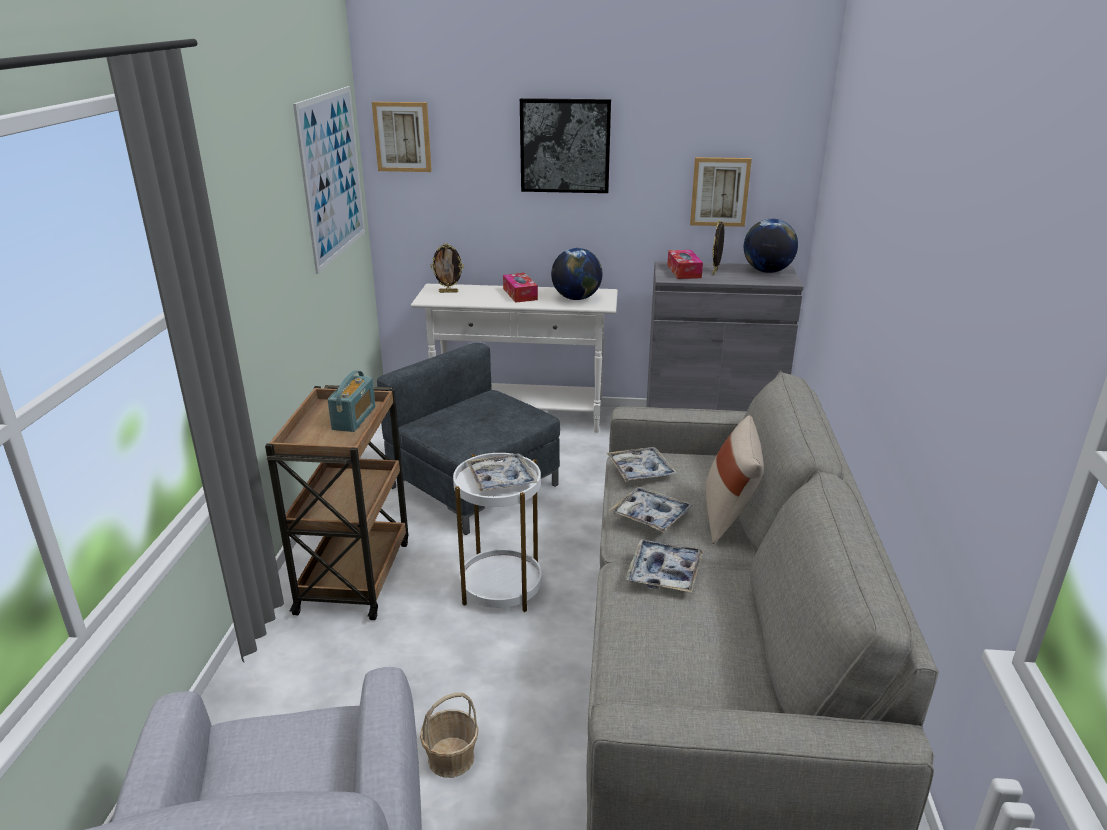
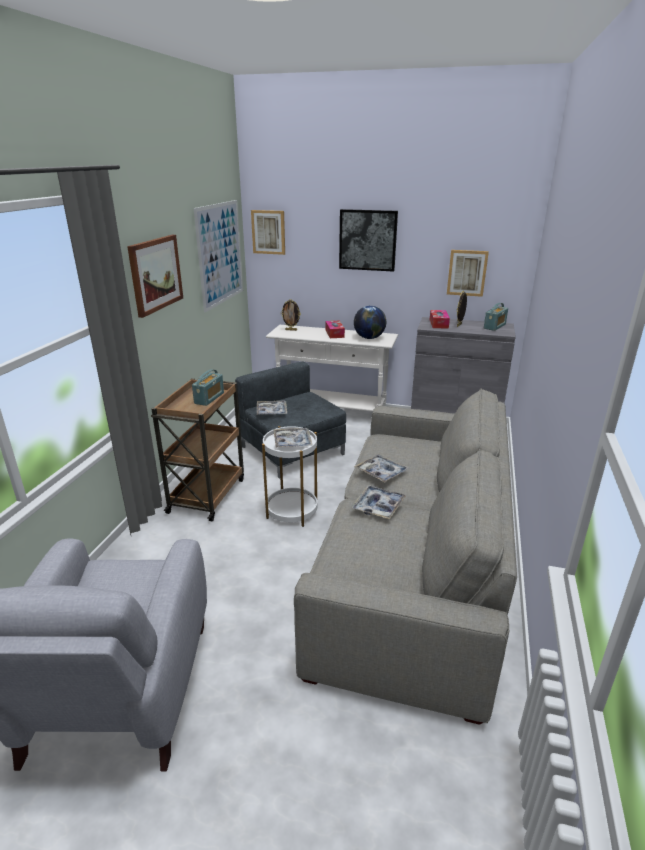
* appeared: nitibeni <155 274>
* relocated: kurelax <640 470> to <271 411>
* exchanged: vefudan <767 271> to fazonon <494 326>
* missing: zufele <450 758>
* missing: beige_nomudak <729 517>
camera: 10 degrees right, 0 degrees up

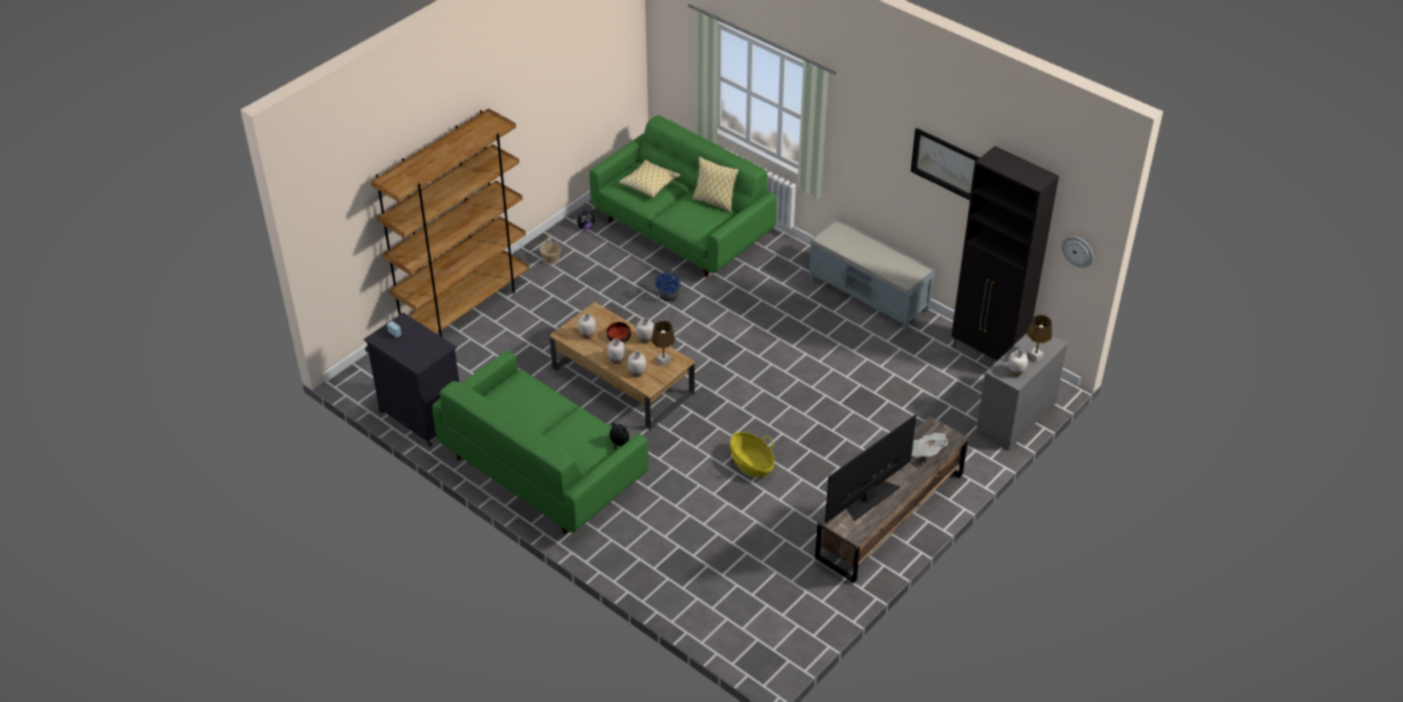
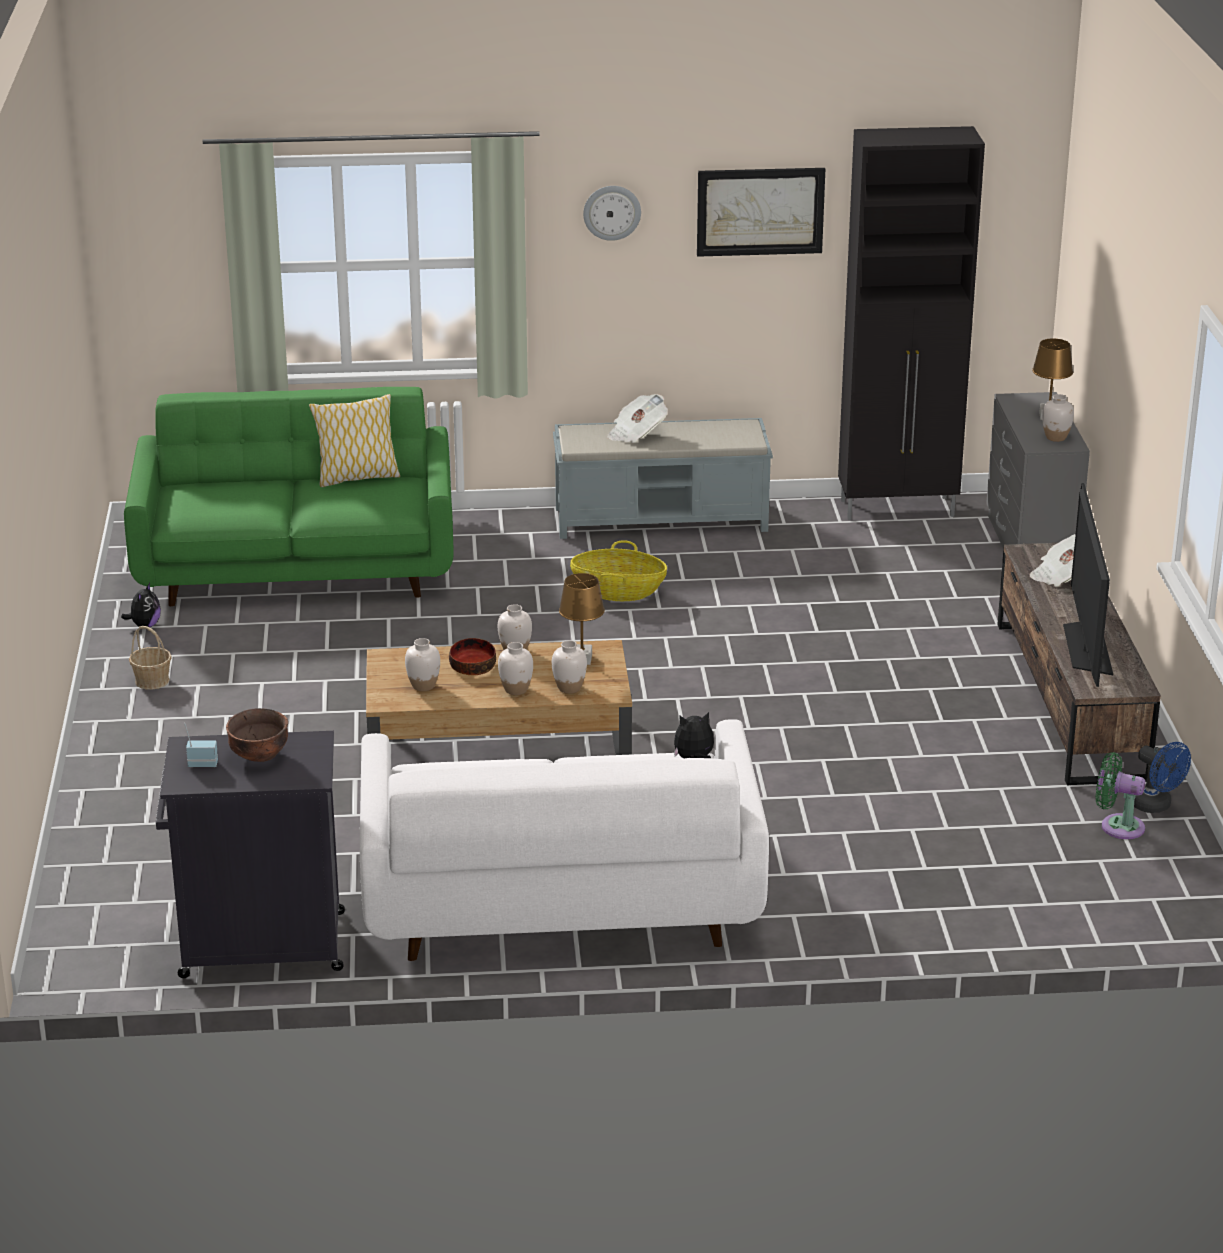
* appeared: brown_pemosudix <260 756>
* colour: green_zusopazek <543 468> to white_zusopazek <559 898>
* relocated: zufele <751 464> to <618 591>
* relocated: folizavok <1078 251> to <612 212>
* appeared: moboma <636 434>
* appeared: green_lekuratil <1117 826>
* relocated: blue_lekuratil <668 297> to <1155 806>
* missing: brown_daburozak <464 308>
* missing: nomudak <649 184>
camera: 45 degrees left, 15 degrees down

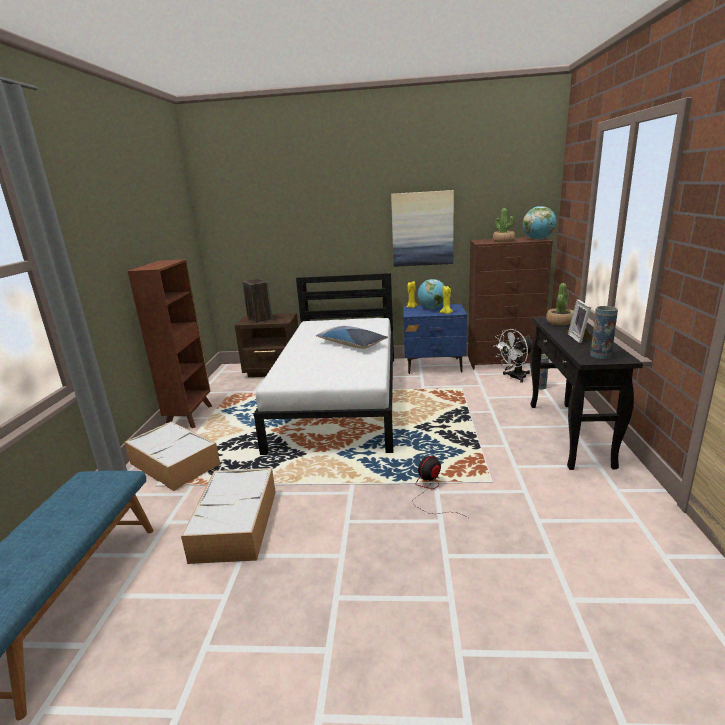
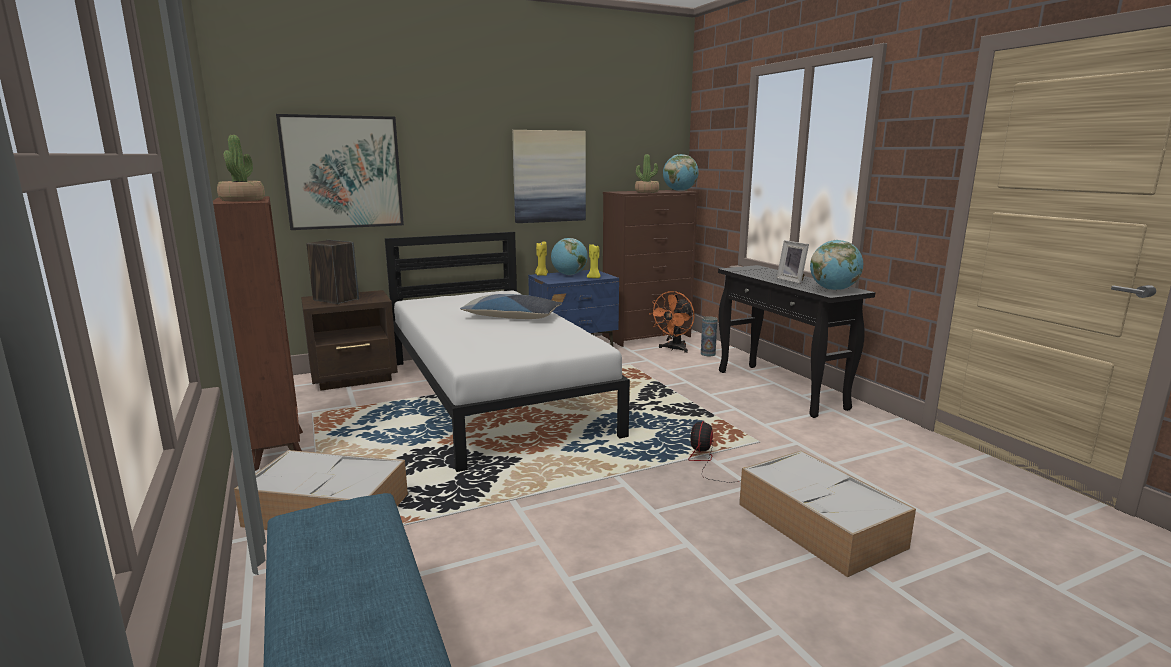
* relocated: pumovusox <560 322> to <242 200>
* appeared: nitibeni <342 172>
* colour: white_lekuratil <514 377> to orange_lekuratil <674 349>
* relocated: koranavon <236 525> to <821 526>
* exchanged: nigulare <600 355> to vefudan <833 290>
camera: 30 degrees left, 5 degrees down

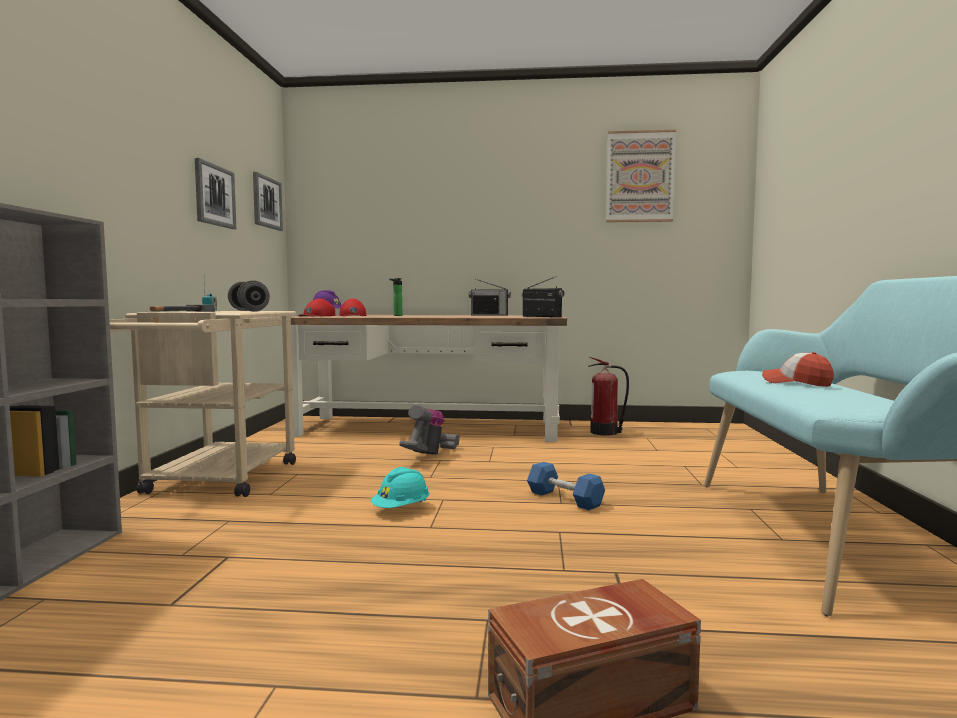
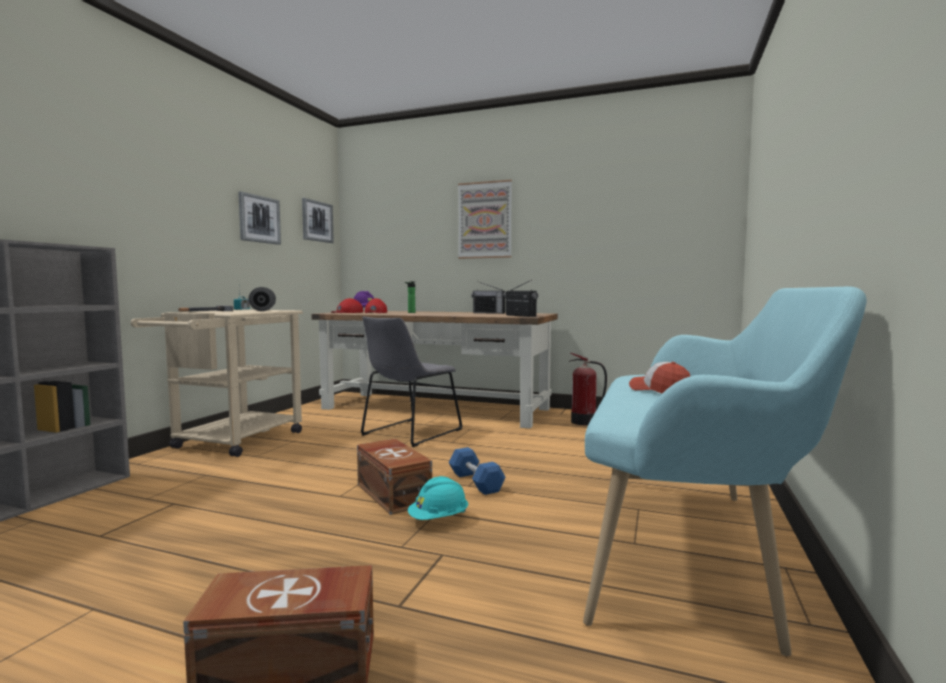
* appeared: brown_koranavon <394 493>
* exchanged: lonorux <430 455> to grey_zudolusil <409 433>
* relocated: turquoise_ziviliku <401 509> to <439 519>
* relocated: nitibeni <640 177> to <485 220>
camera: 15 degrees right, 0 degrees up

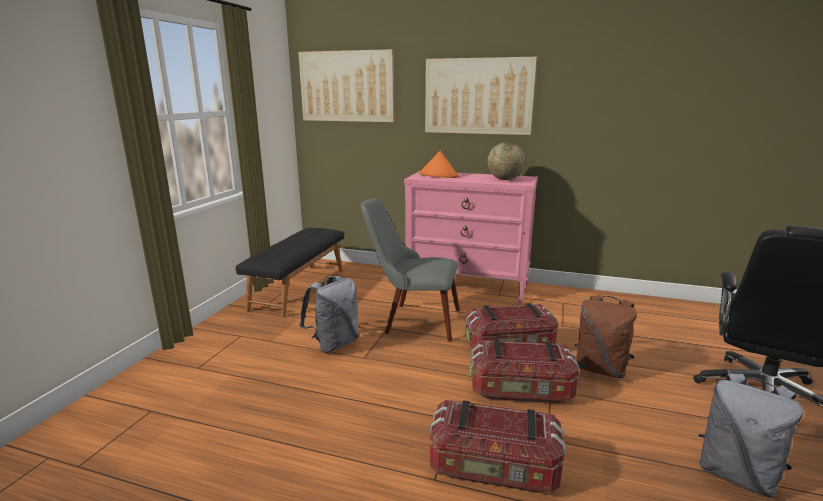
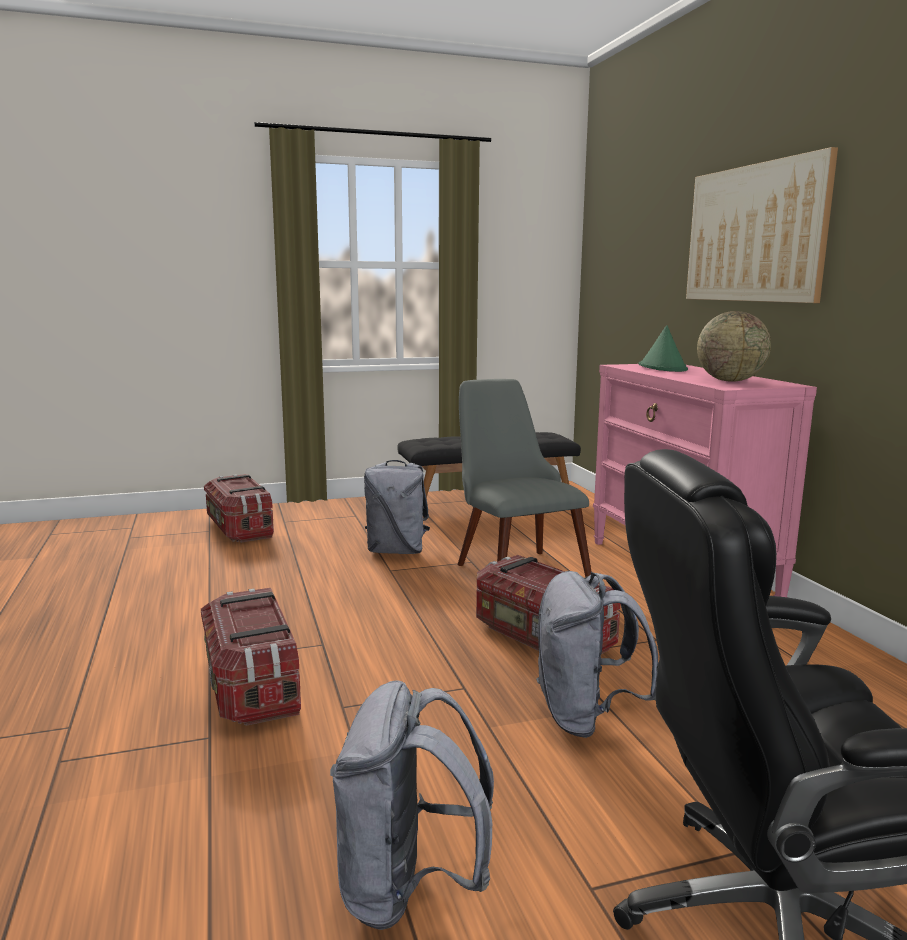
* relocated: koranavon <521 391> to <239 528>
* colour: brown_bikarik <601 369> to grey_bikarik <586 717>
* colour: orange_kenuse <439 175> to green_kenuse <663 367>
* missing: nitibeni <346 86>
camera: 55 degrees right, 5 degrees down

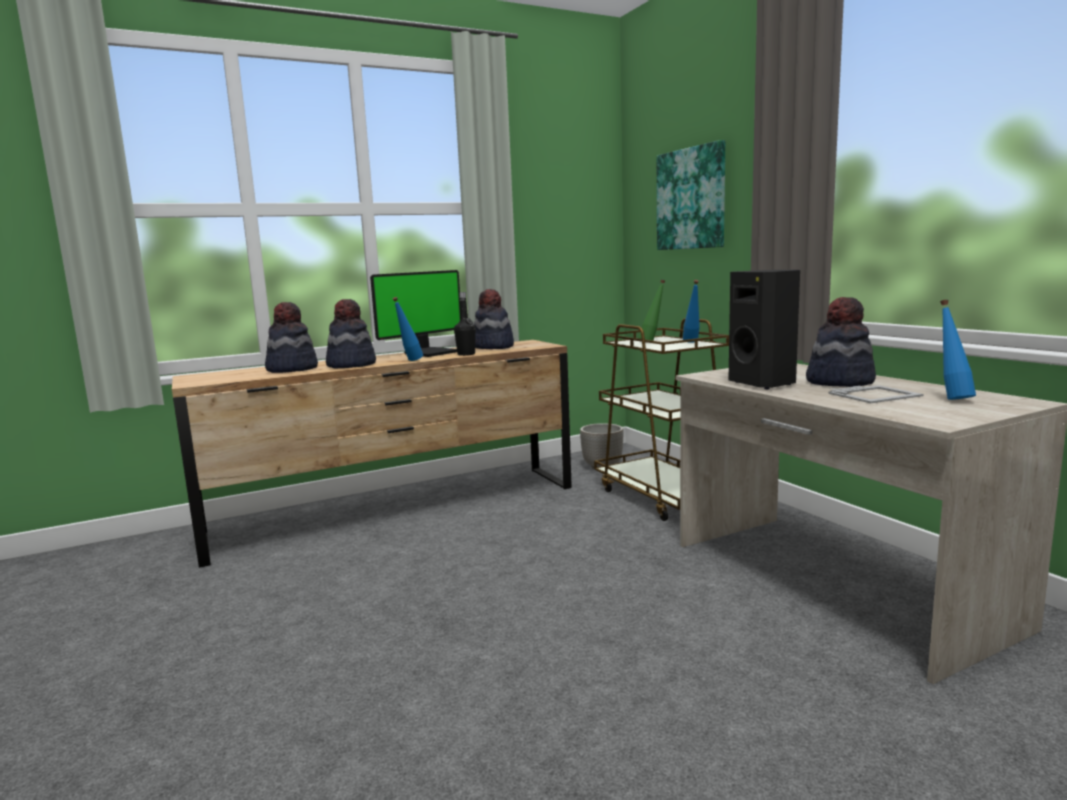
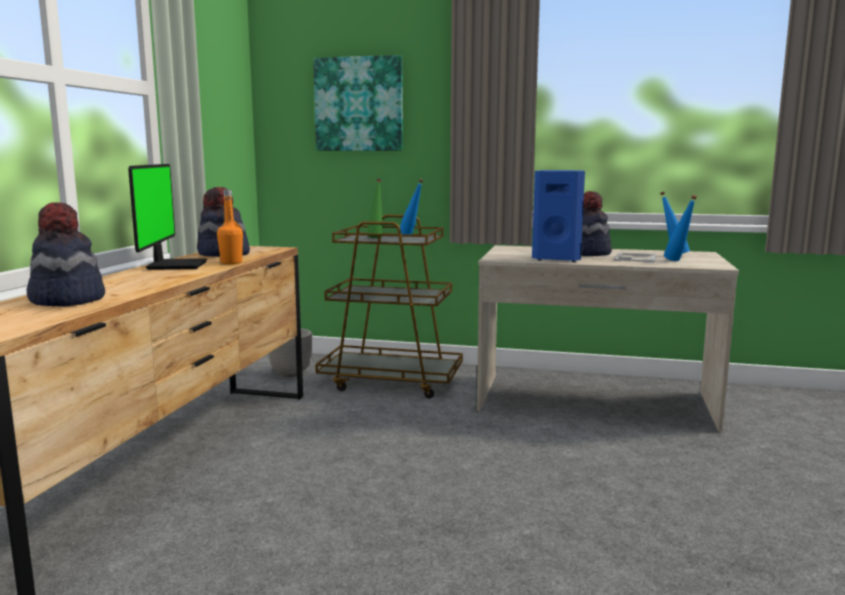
* colour: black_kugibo <466 354> to orange_kugibo <231 262>
* colour: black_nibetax <764 383> to blue_nibetax <557 259>
* relocated: blue_kugibo <409 361> to <678 261>
* missing: kenuse <351 365>
camera: 50 degrees left, 0 degrees up

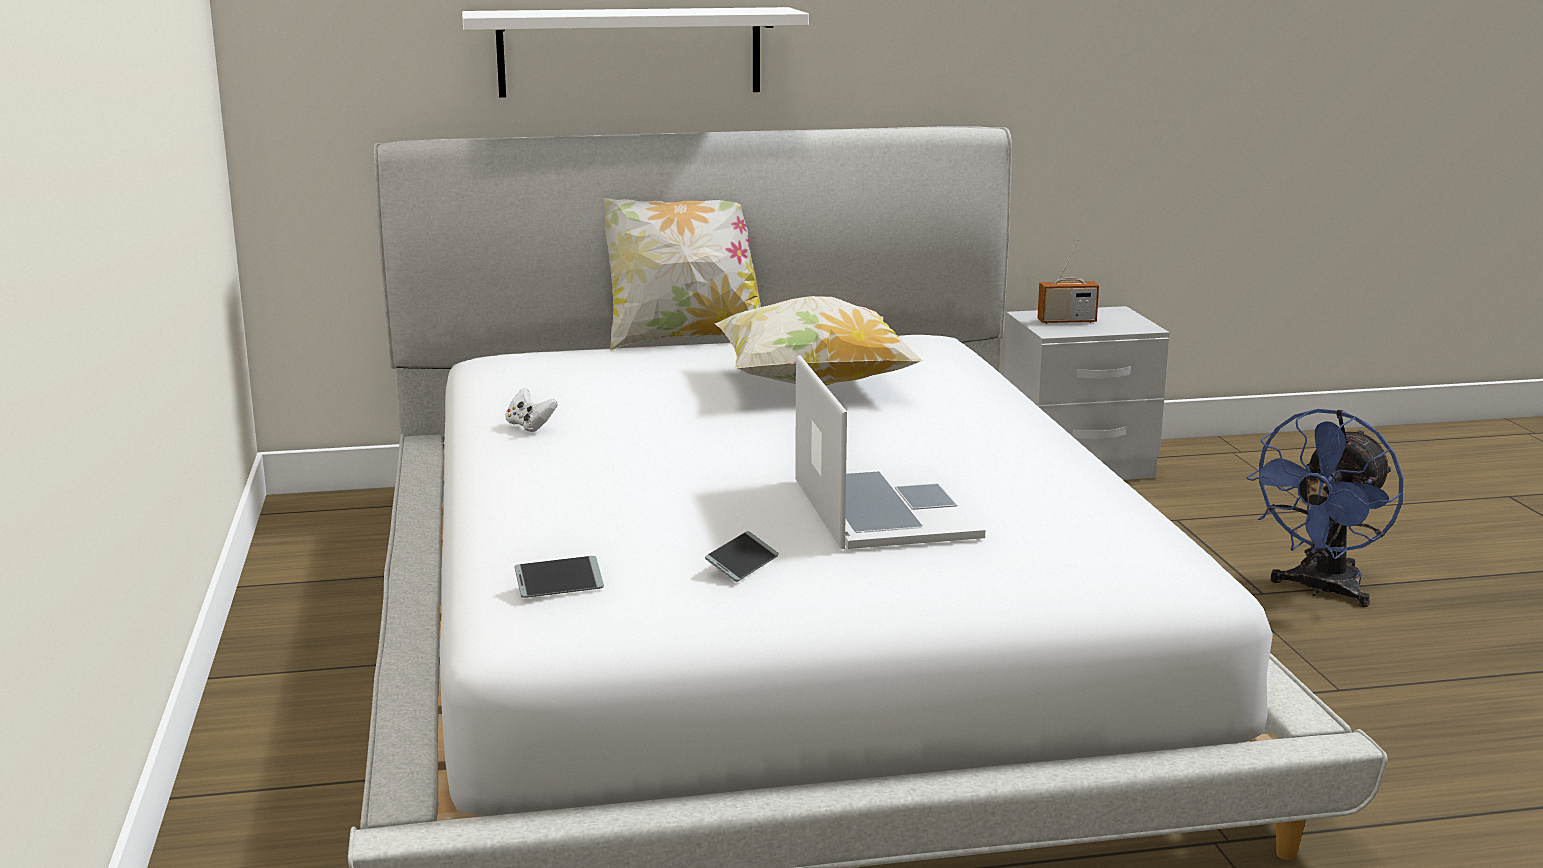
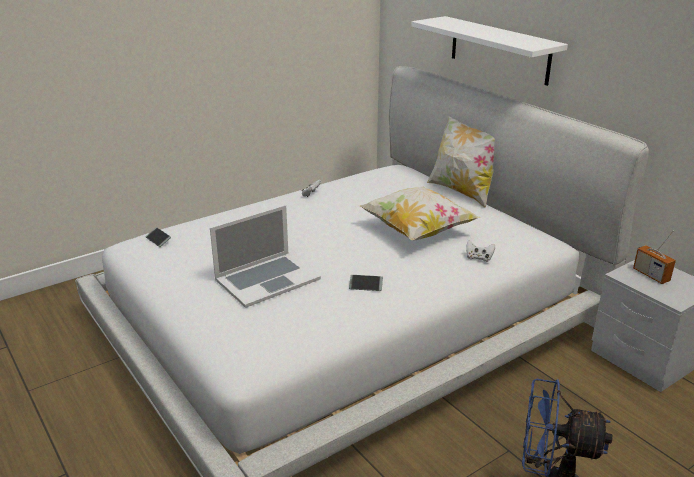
* relocated: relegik <742 565> to <366 286>
* appeared: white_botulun <479 258>
camera: 65 degrees right, 10 degrees up

